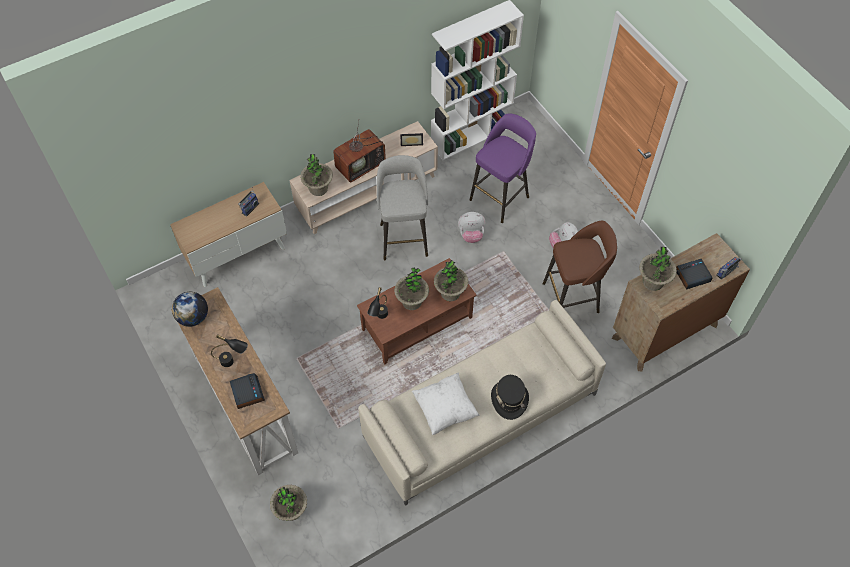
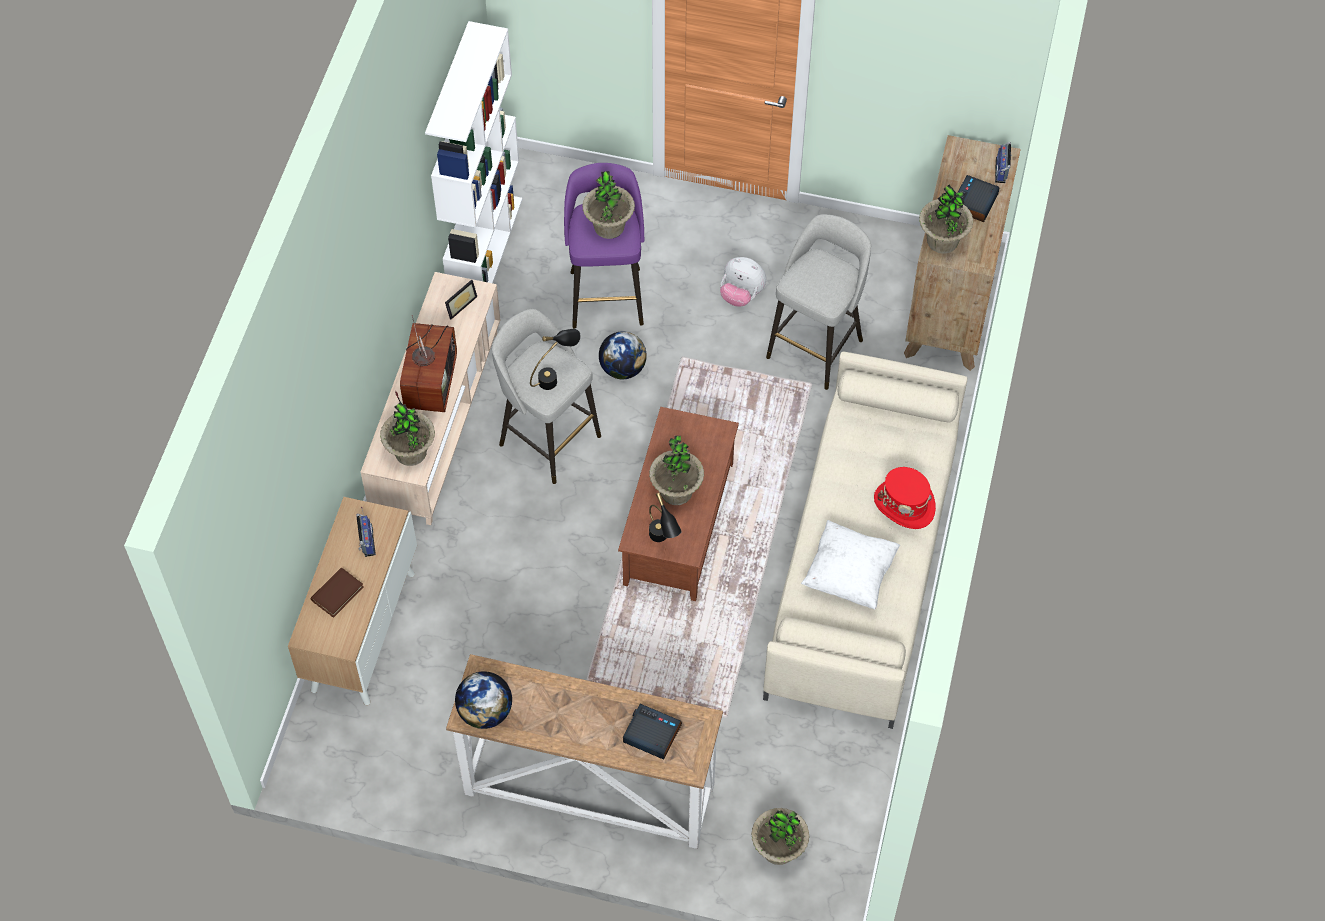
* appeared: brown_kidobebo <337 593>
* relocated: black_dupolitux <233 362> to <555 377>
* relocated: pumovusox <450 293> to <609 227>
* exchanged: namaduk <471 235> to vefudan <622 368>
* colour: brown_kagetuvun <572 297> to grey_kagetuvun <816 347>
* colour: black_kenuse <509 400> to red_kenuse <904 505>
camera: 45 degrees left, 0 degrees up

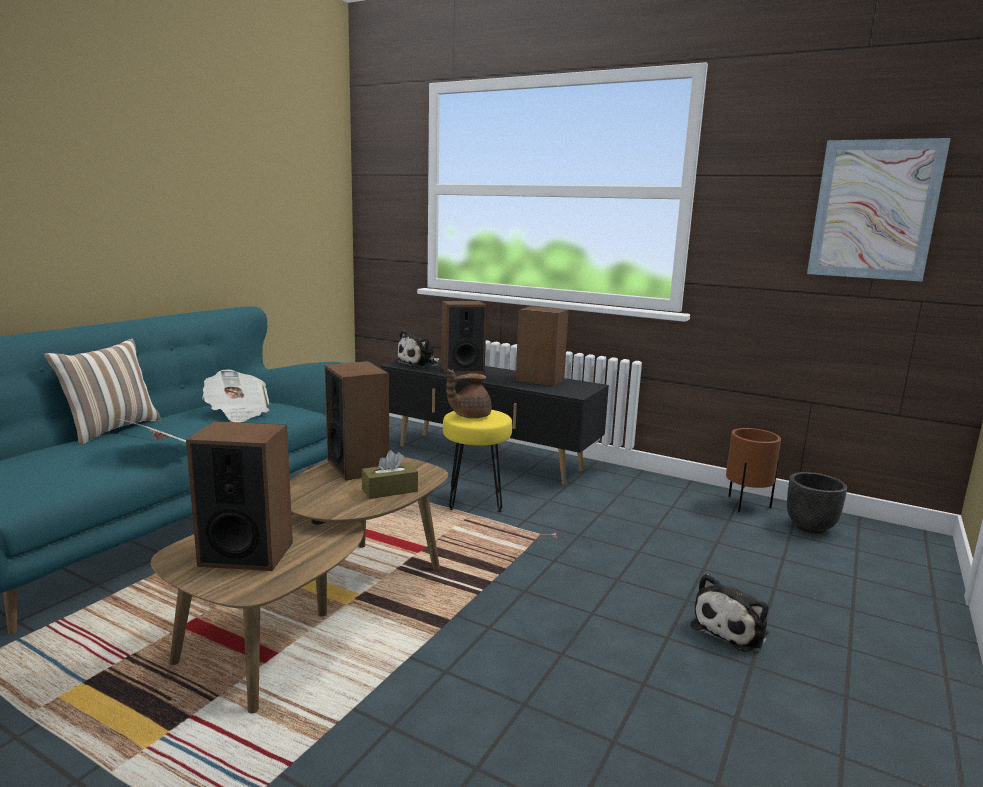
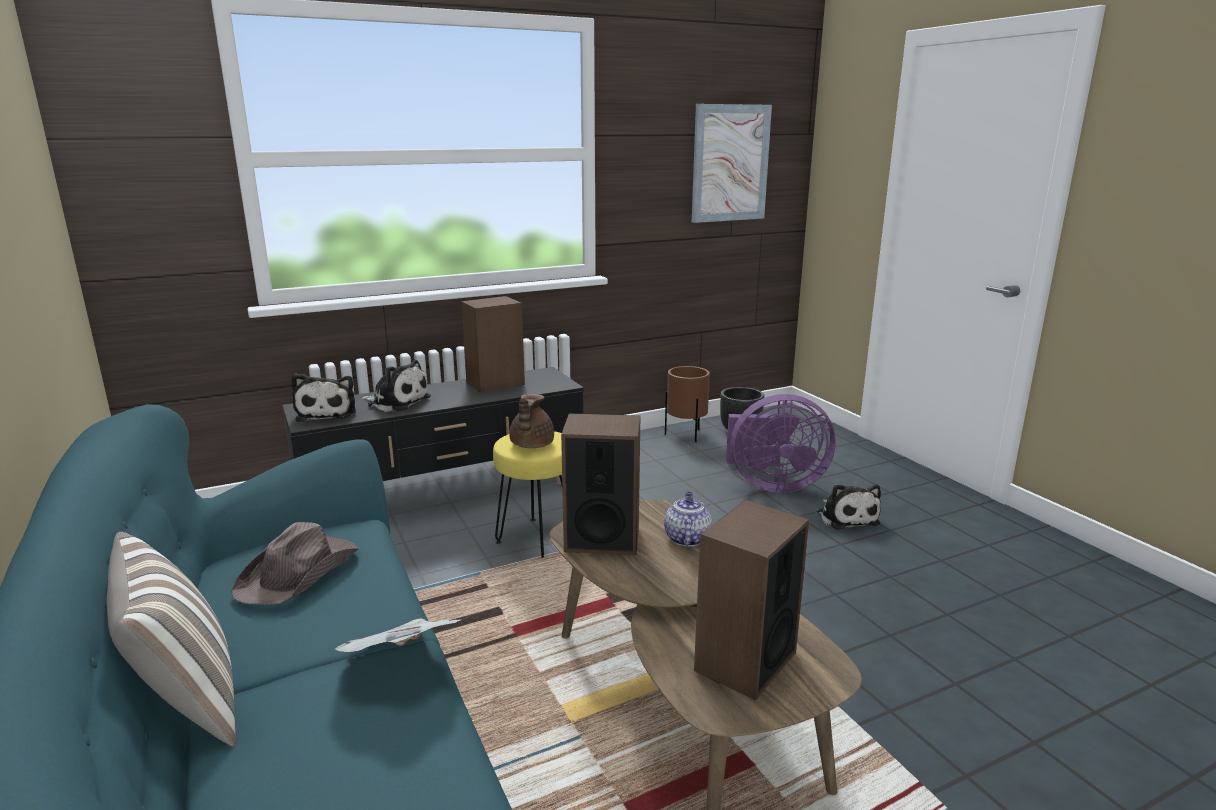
* exchanged: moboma <237 413> to brown_kenuse <300 572>
* exchanged: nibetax <462 370> to namaduk <396 402>
* exchanged: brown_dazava <390 490> to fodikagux <686 538>
* appeared: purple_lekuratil <772 484>
camera: 55 degrees left, 5 degrees up

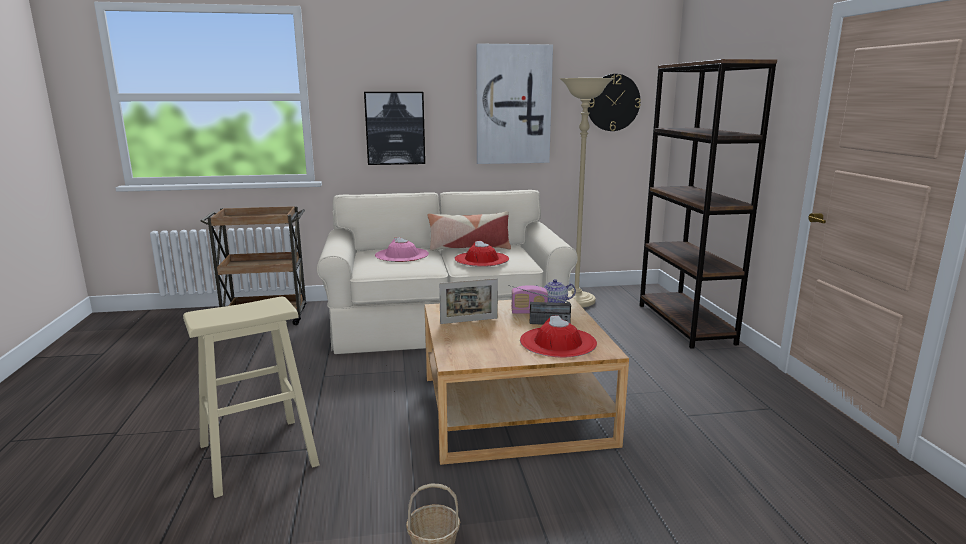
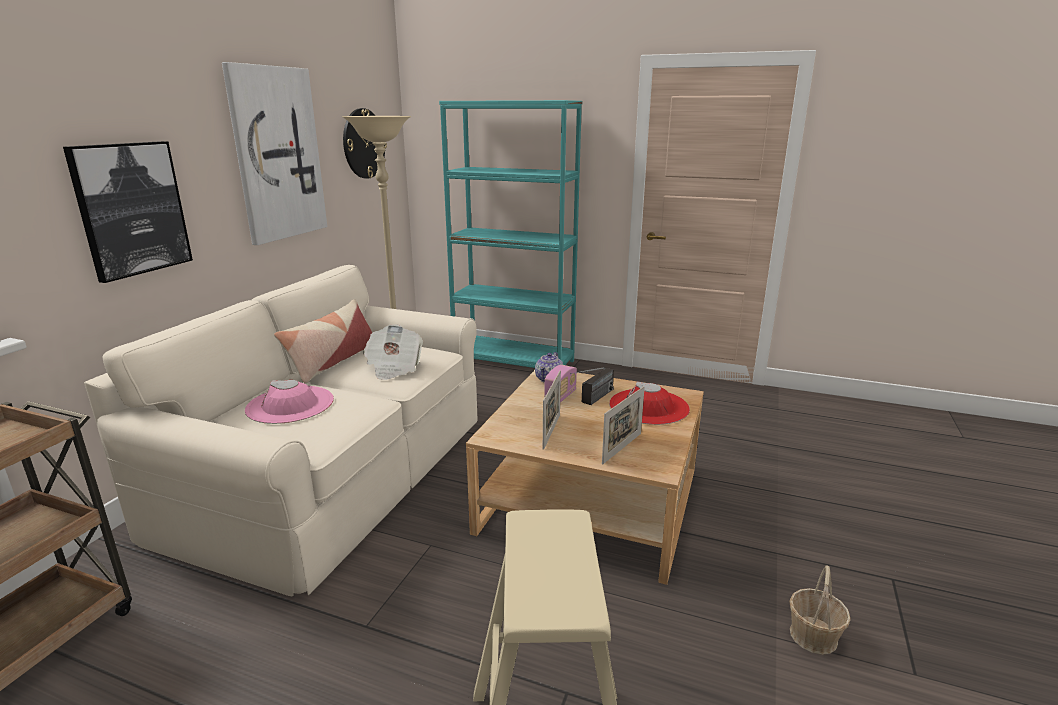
* exchanged: red_kenuse <481 259> to moboma <394 367>
* colour: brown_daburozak <685 324> to turquoise_daburozak <514 361>
* appeared: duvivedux <622 448>
camera: 60 degrees left, 5 degrees up

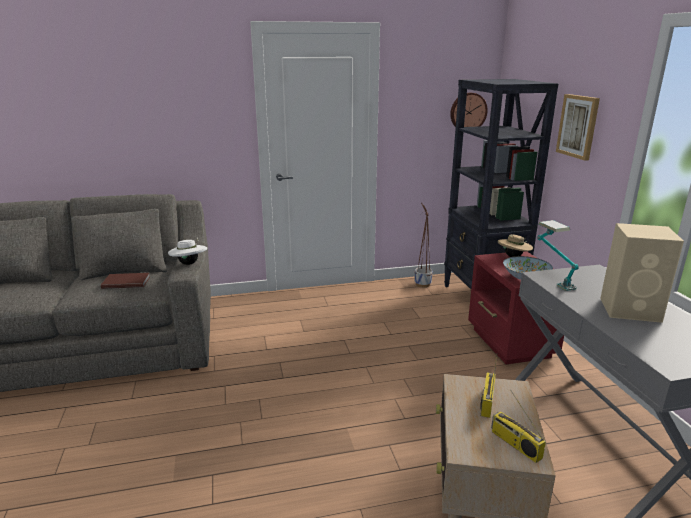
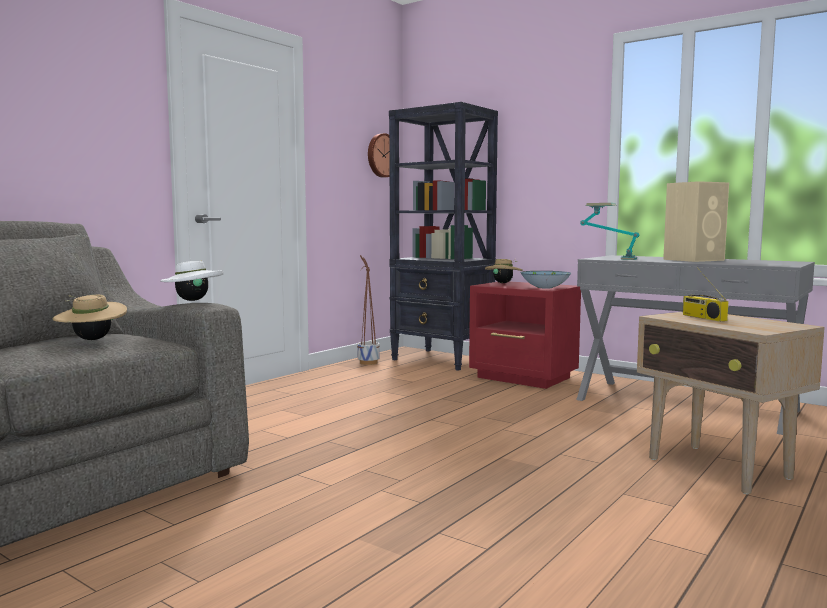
* exchanged: brown_kidobebo <126 282> to beige_kenuse <91 339>
* missing: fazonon <514 444>
* missing: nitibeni <578 126>
camera: 40 degrees left, 15 degrees down

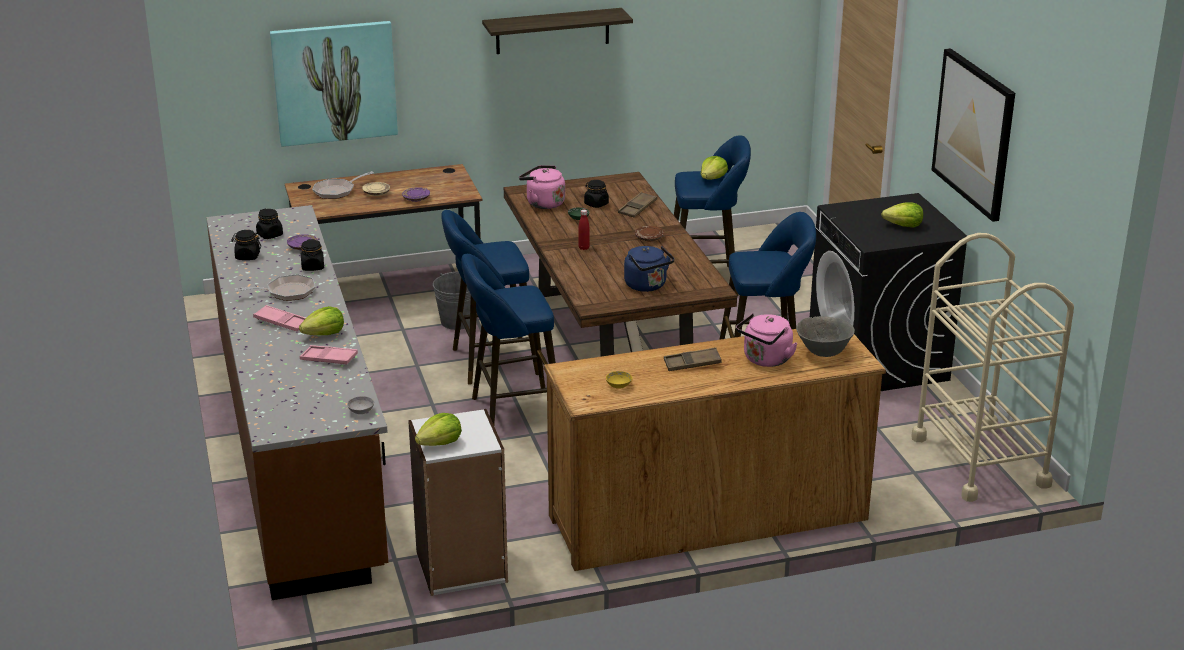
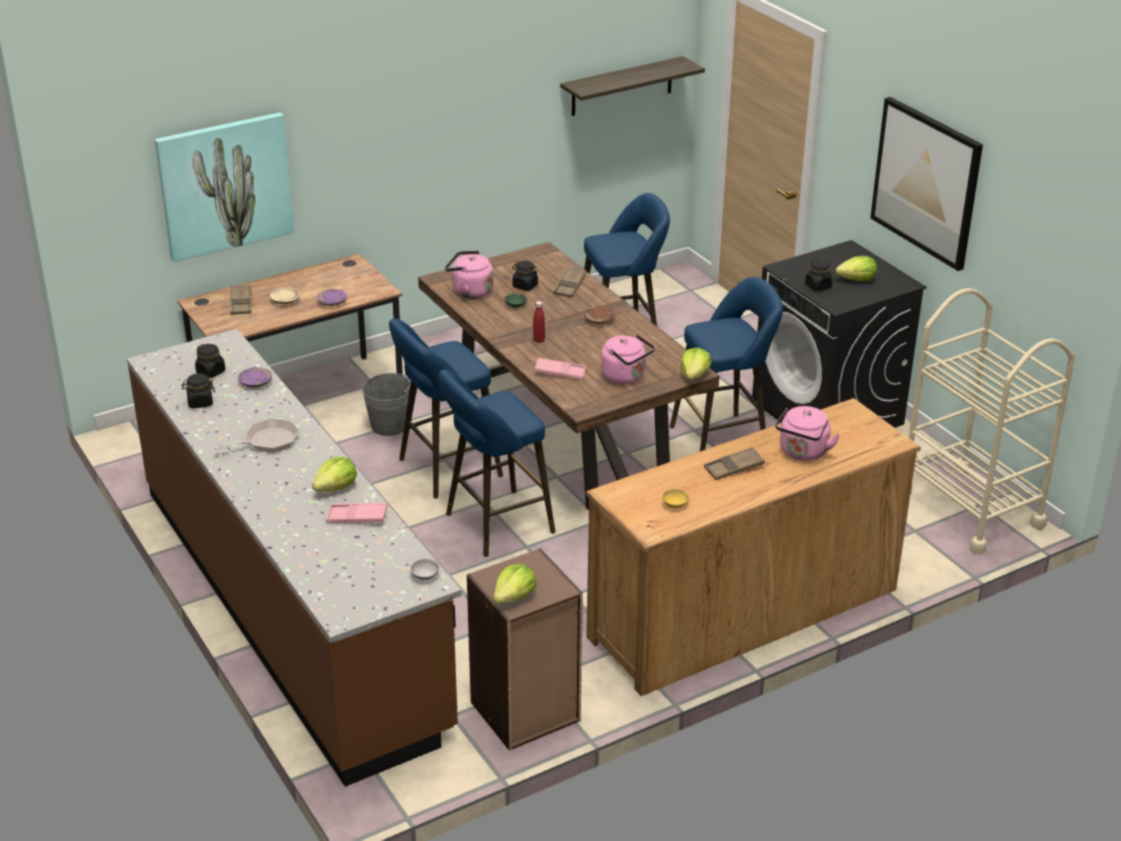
* exchanged: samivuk <337 191> to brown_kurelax <241 303>
* colour: white_daburozak <461 567> to brown_daburozak <525 712>
* relocated: pink_kurelax <281 322> to <560 372>
* relocated: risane <552 31> to <622 86>
* colour: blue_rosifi <647 286> to pink_rosifi <626 377>
* relocated: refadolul <712 178> to <694 375>
* relocated: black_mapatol <313 267> to <818 286>
* missing: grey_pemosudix <823 353>
camera: 15 degrees left, 5 degrees up

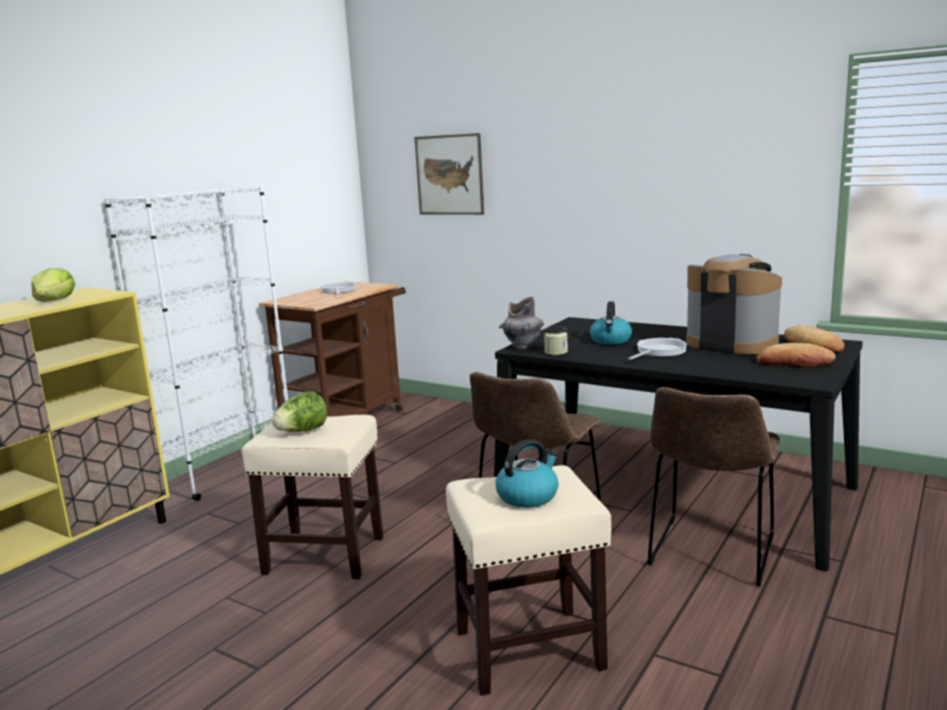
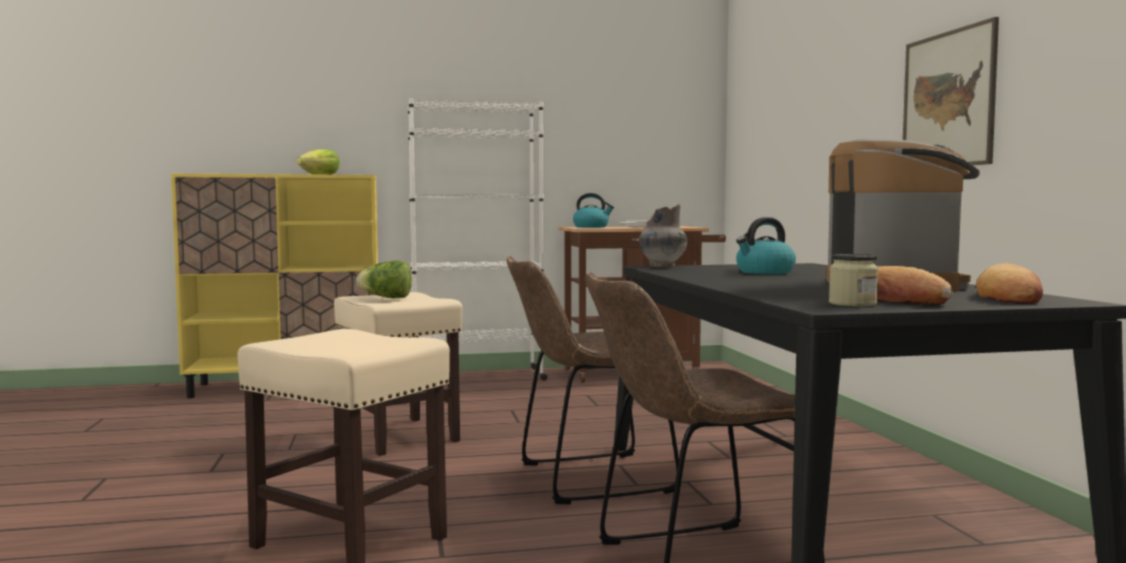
* relocated: rosifi <528 496> to <591 227>
* relocated: mapatol <556 352> to <852 304>
* relocated: nitibeni <449 175> to <948 100>
* missing: samivuk <659 351>
camera: 45 degrees right, 10 degrees down

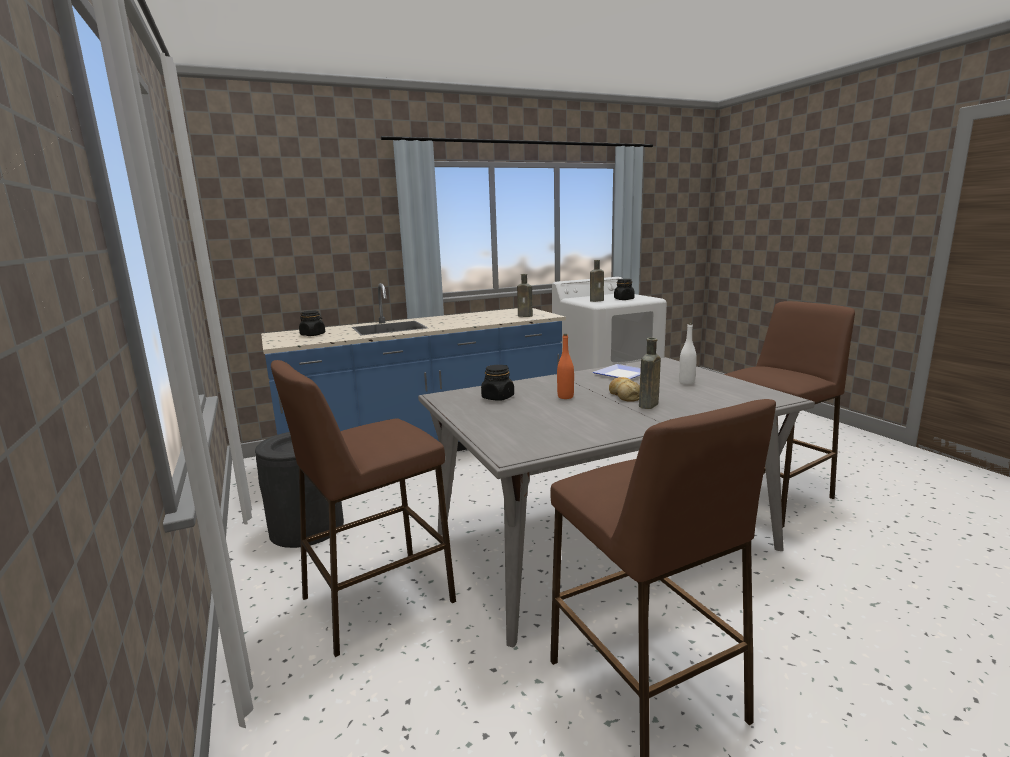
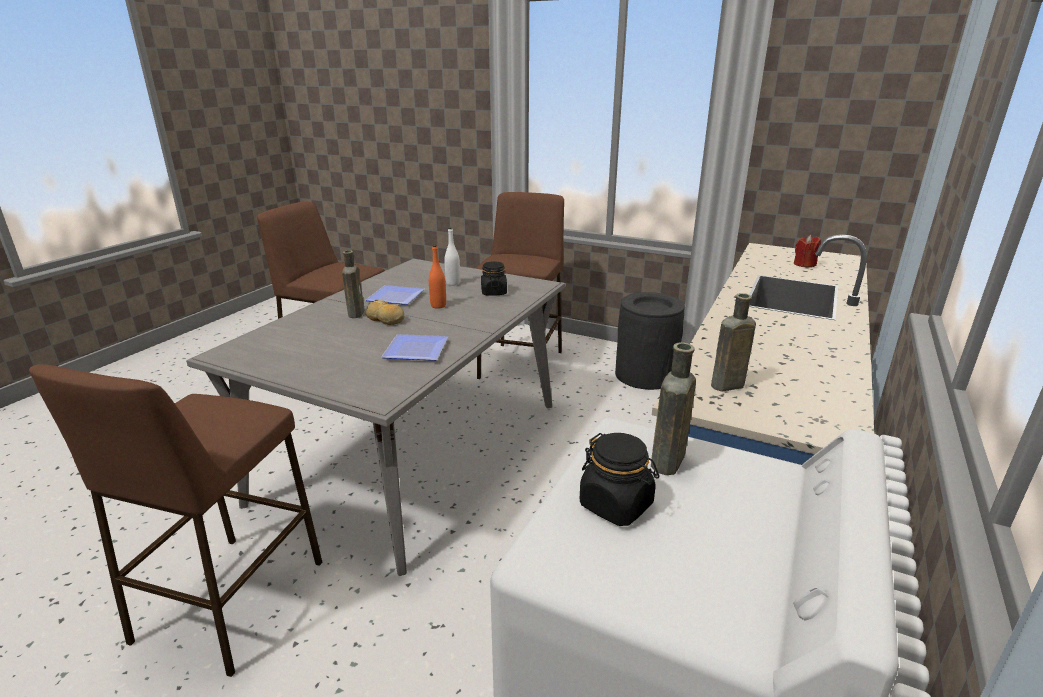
* appeared: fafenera <396 298>
* relocated: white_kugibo <686 382> to <453 283>
* exchanged: black_mapatol <313 335> to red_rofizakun <804 264>
camera: 140 degrees right, 10 degrees up

